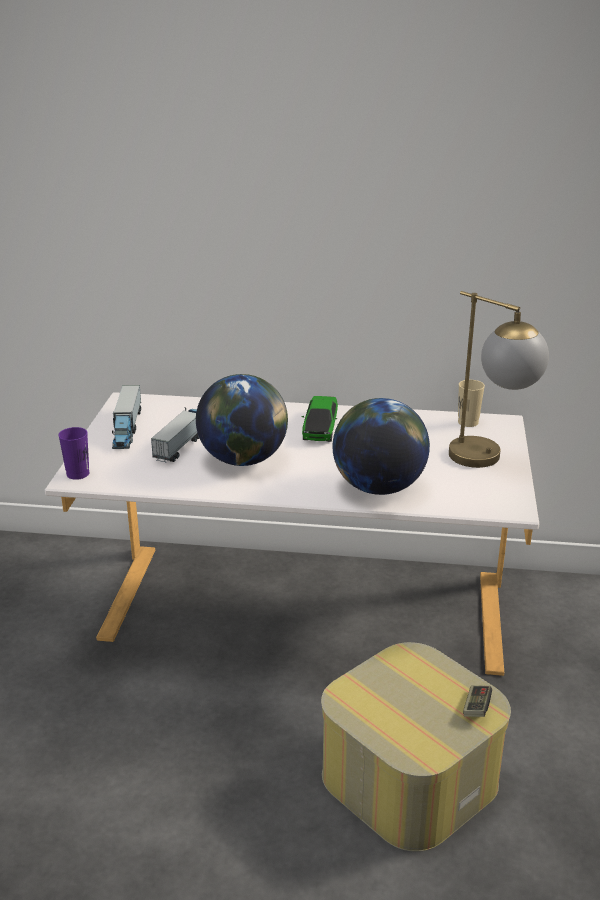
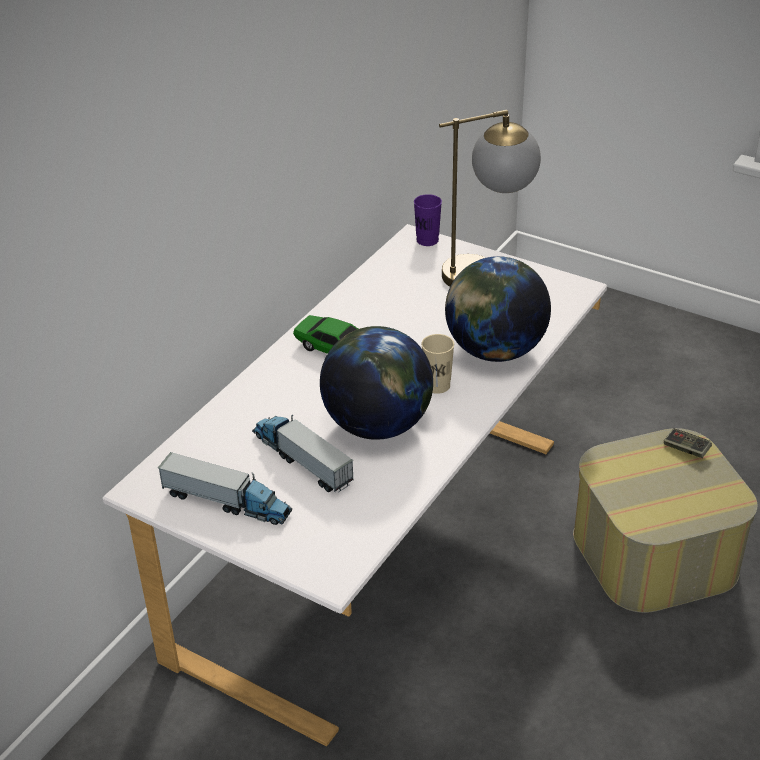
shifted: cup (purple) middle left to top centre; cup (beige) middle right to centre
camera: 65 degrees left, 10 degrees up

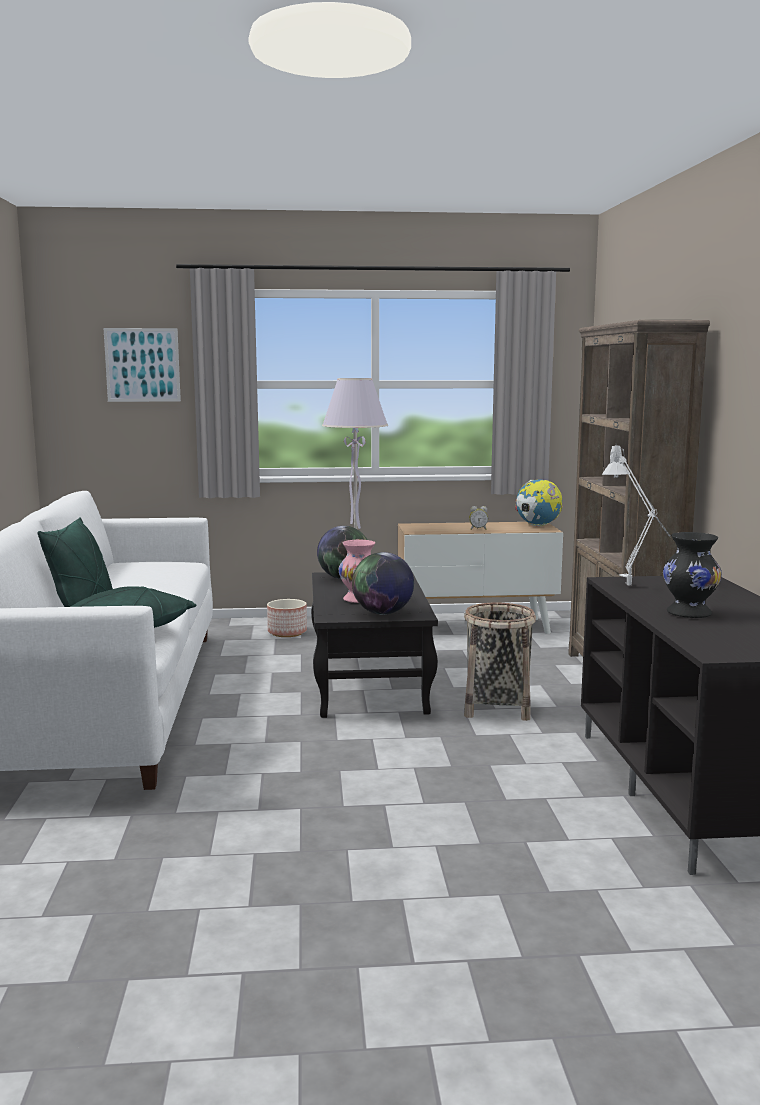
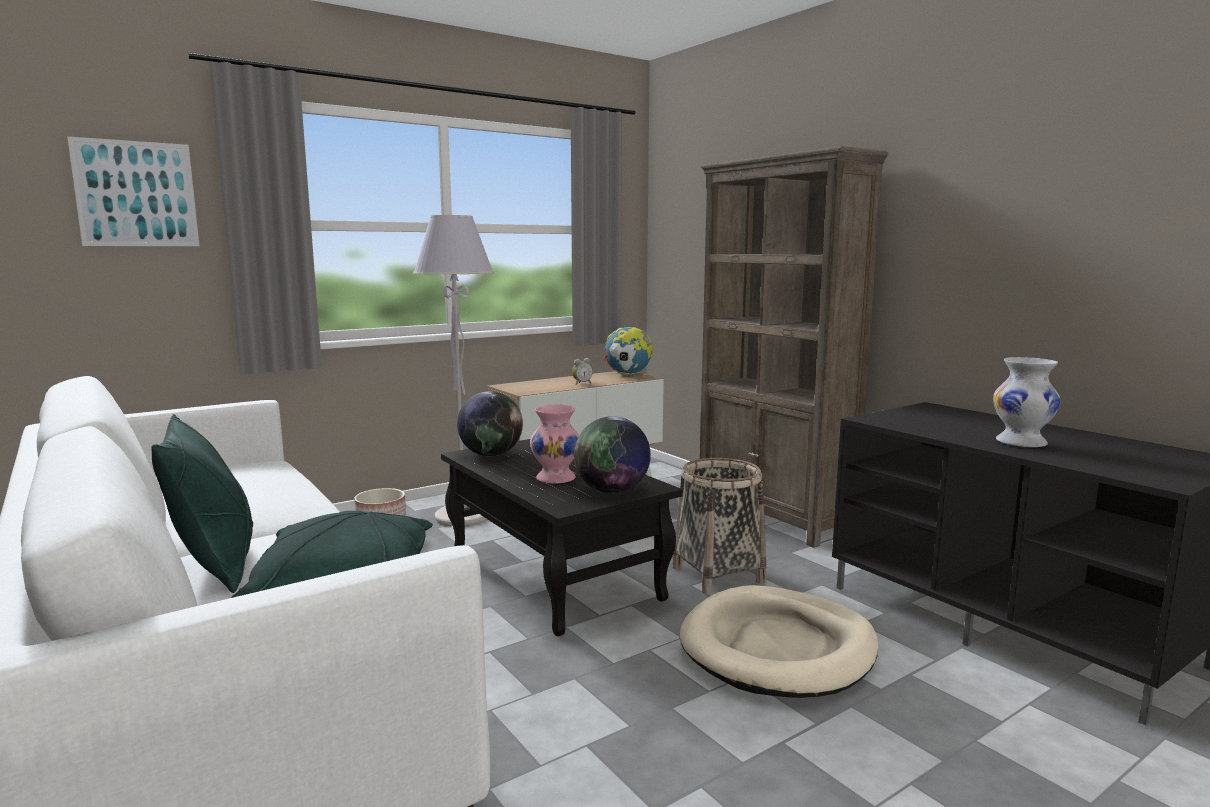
gone: table lamp (grey) middle right
new: dog bed (beige) bottom centre
repainted: vase (black) middle right to vase (white) middle right
camera: 30 degrees left, 0 degrees up

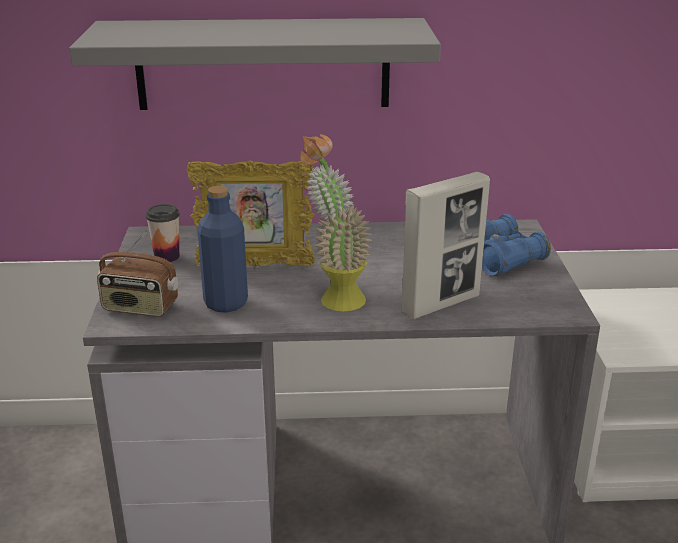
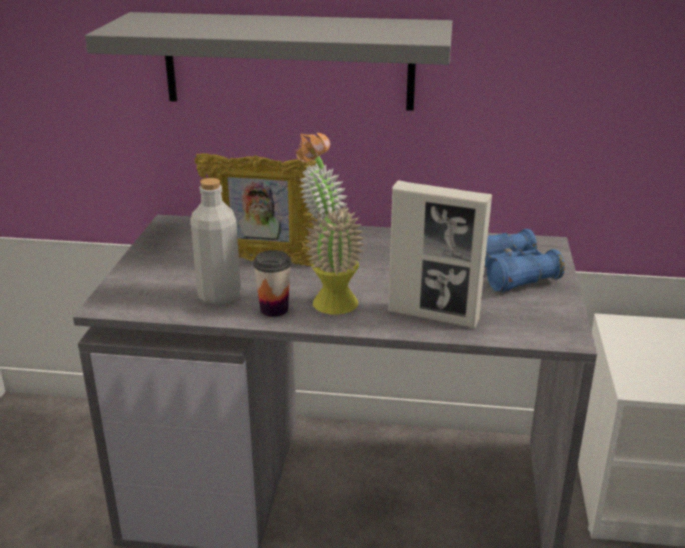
gone: radio middle left
shifted: cup middle left to centre
repainted: bottle (blue) middle left to bottle (grey) middle left
rotated: picture frame (no. 2 from left) centre = centre 45 degrees clockwise
camera: 10 degrees right, 0 degrees up

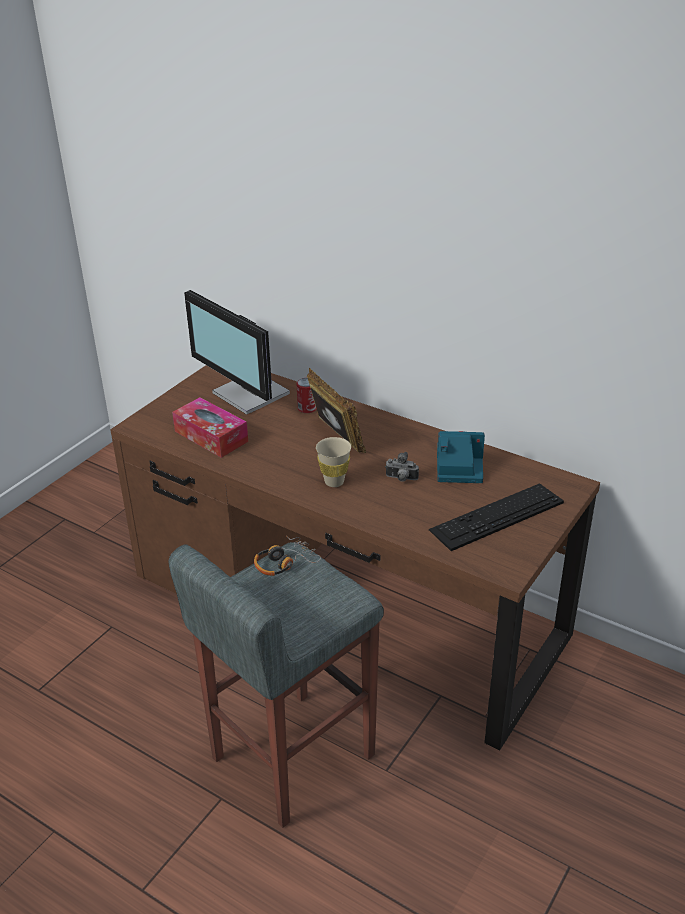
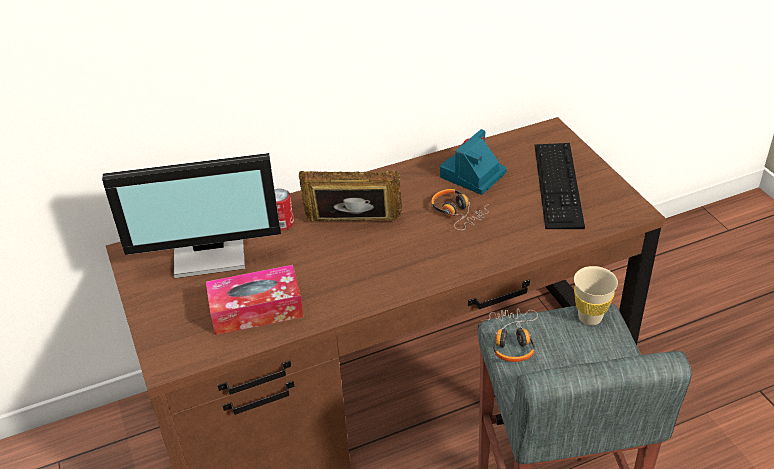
shifted: cup (beige) centre to middle right
swapped: photo camera (no. 1 from left) centre to headphones (no. 1 from left) centre
camera: 55 degrees left, 5 degrees up

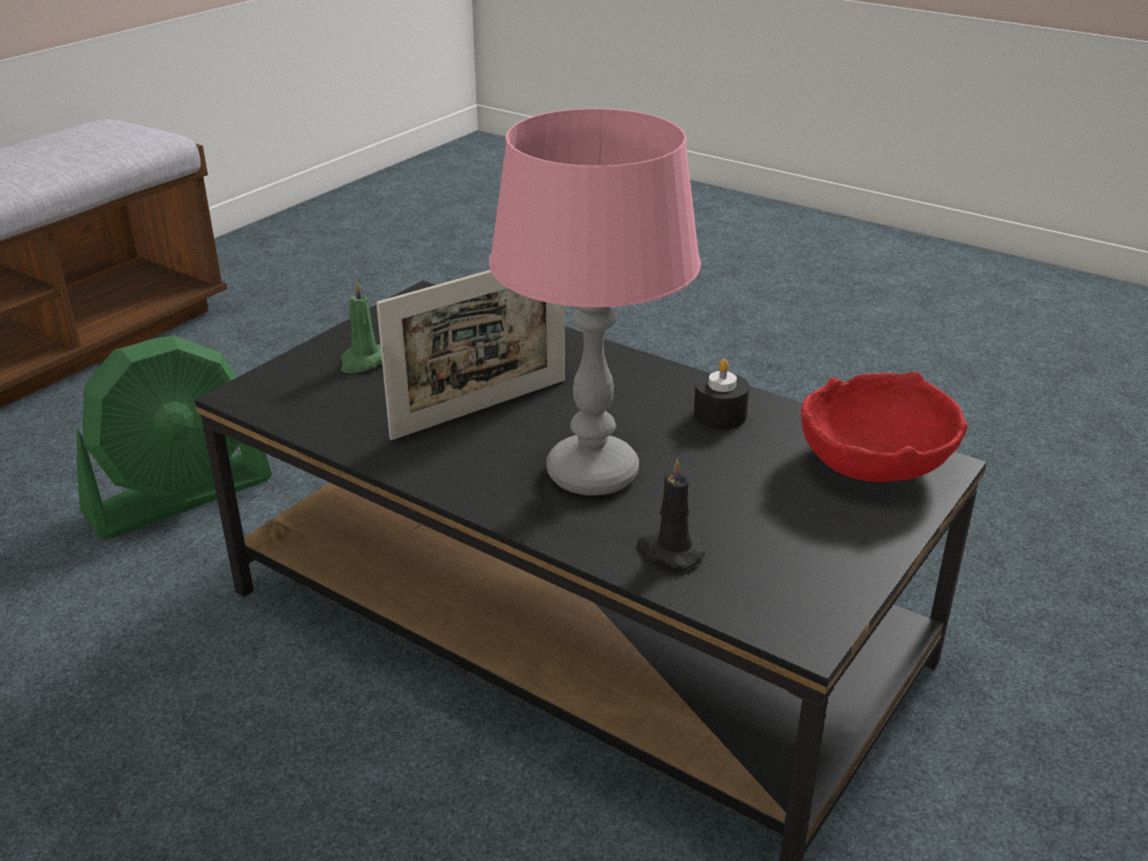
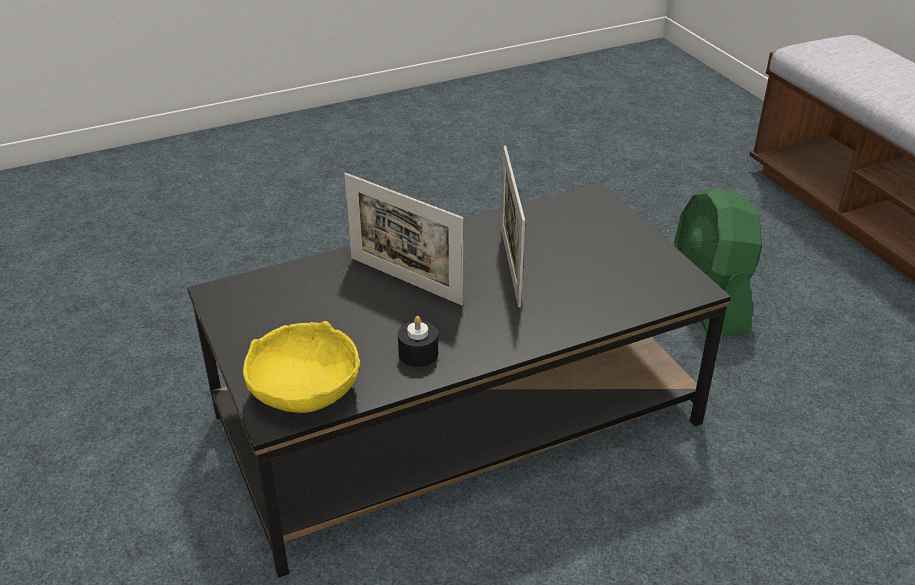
gone: candle (green) middle left; candle (black) (no. 1 from left) centre
swapped: table lamp (pink) centre to picture frame (no. 1 from left) centre
repainted: bowl (red) middle right to bowl (yellow) middle left
camera: 120 degrees right, 5 degrees up

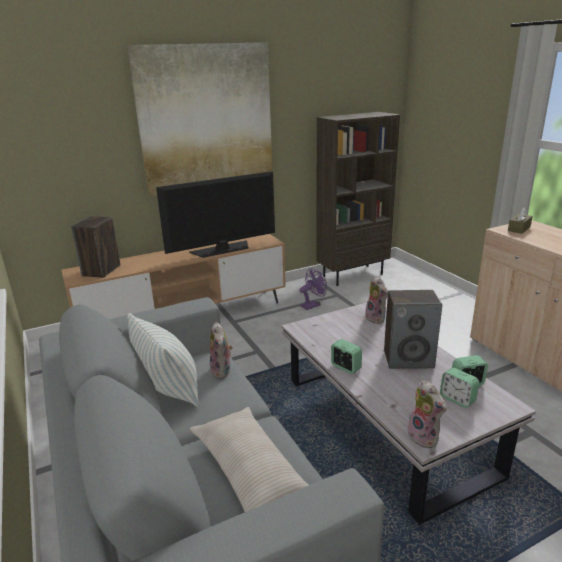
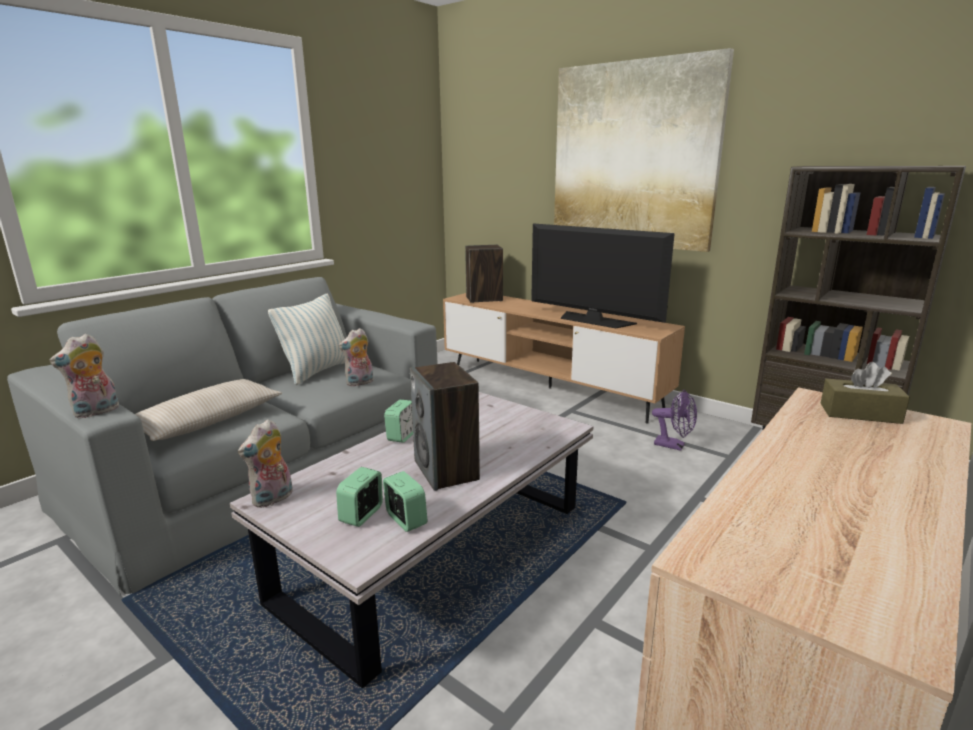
shifted: plush toy (no. 2 from left in the first image) middle right to plush toy (no. 1 from left) middle left
camera: 65 degrees right, 5 degrees down

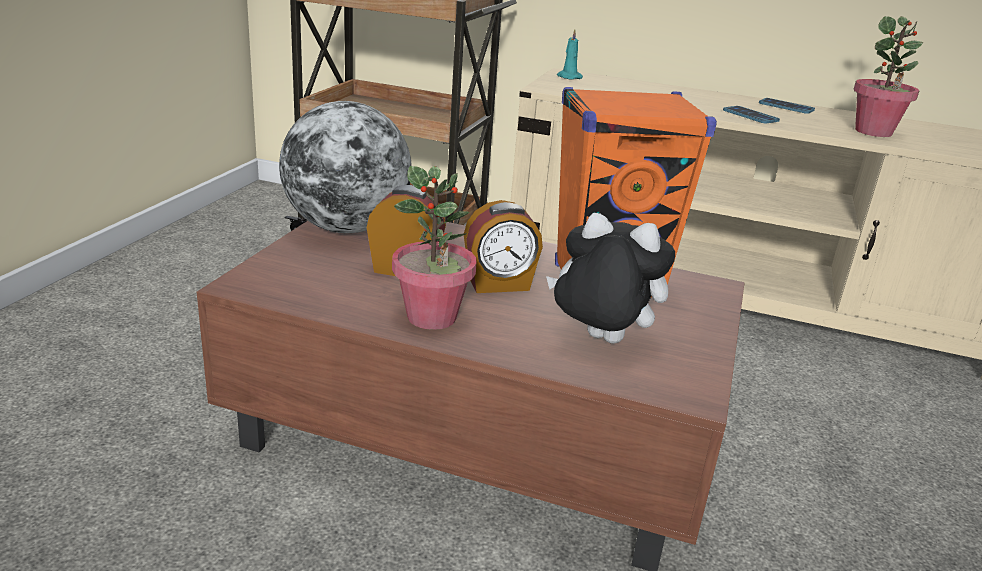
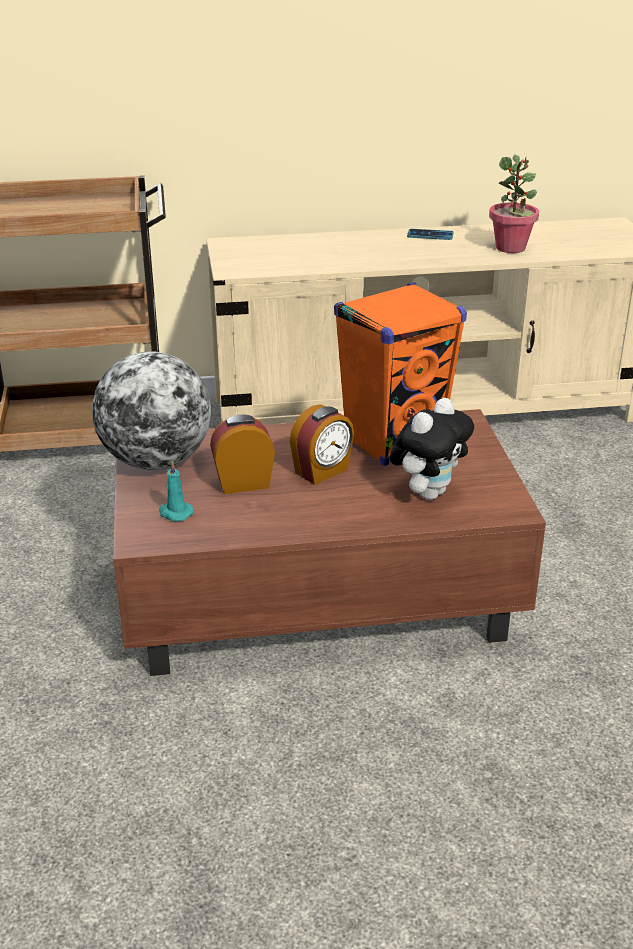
gone: potted plant (no. 1 from left) centre; phone (no. 1 from left) top right
shifted: candle (turquoise) top centre to middle left
rotated: plush toy centre = middle right 135 degrees clockwise
camera: 25 degrees left, 5 degrees up

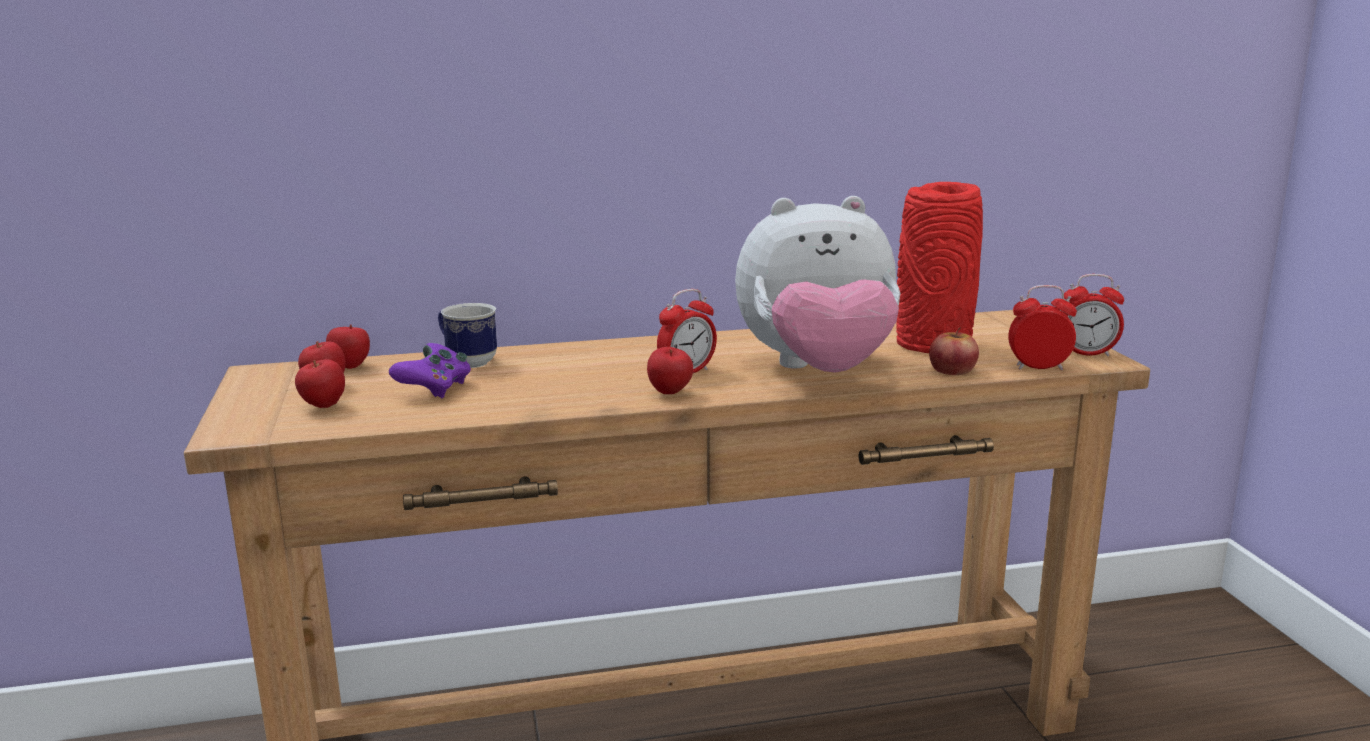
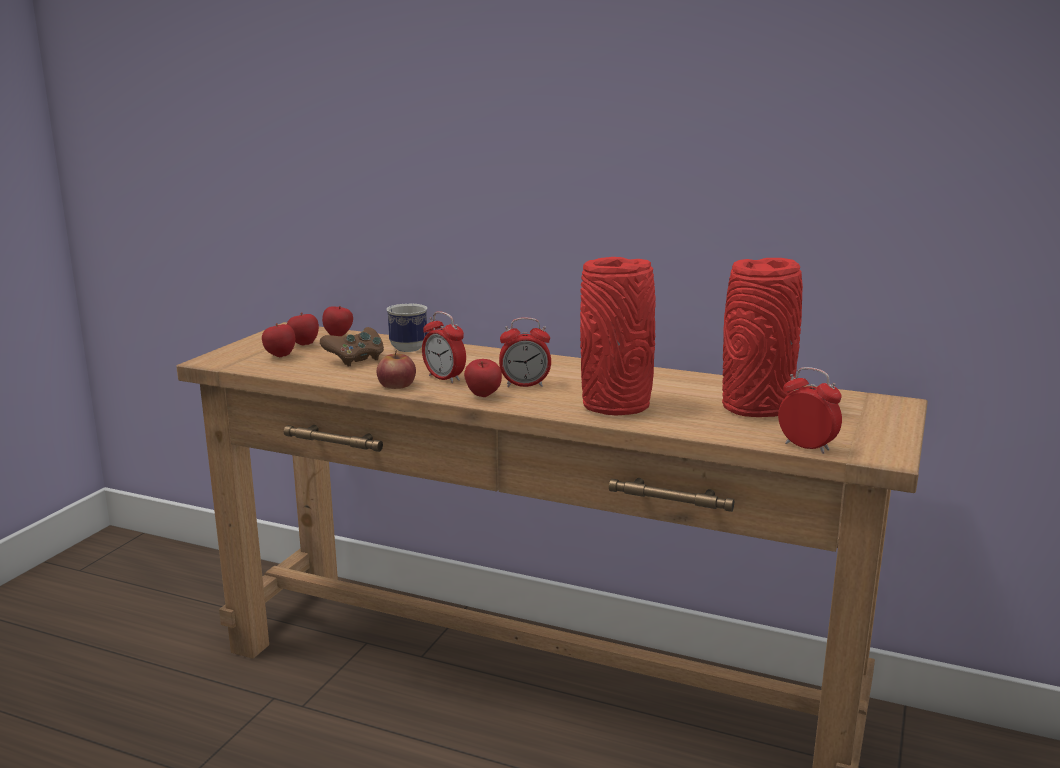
shifted: apple (no. 5 from left in the first image) middle right to apple (no. 4 from left) centre; alarm clock (no. 3 from left in the first image) middle right to alarm clock (no. 1 from left) centre
swapped: plush toy centre to vase (red) (no. 1 from left) centre
repainted: game controller (purple) middle left to game controller (brown) middle left
camera: 35 degrees right, 0 degrees up

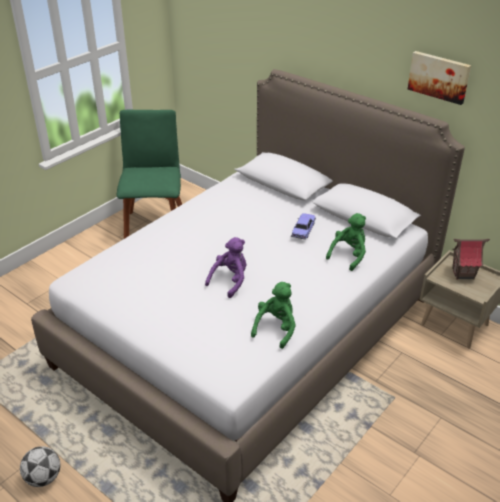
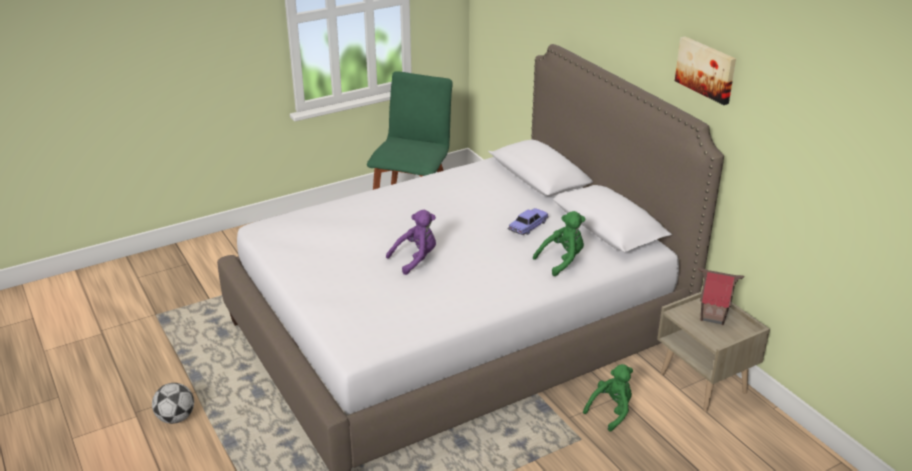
shifted: plush toy (green) (no. 1 from left in the first image) centre to plush toy (green) (no. 2 from left) bottom right
camera: 20 degrees right, 5 degrees down

